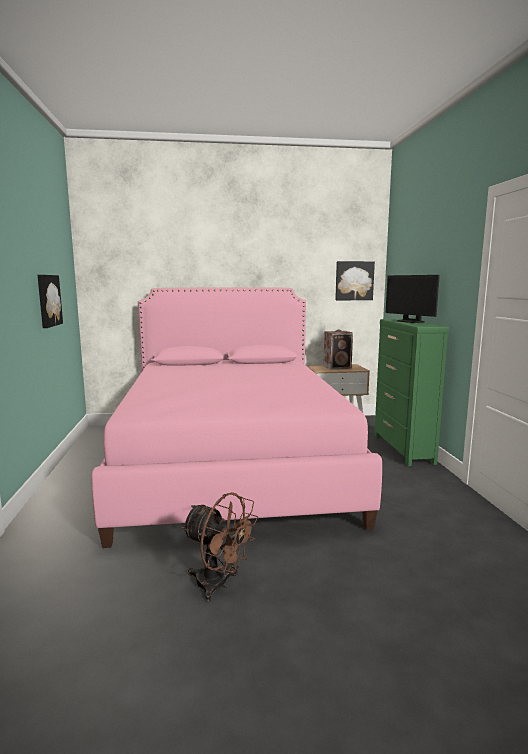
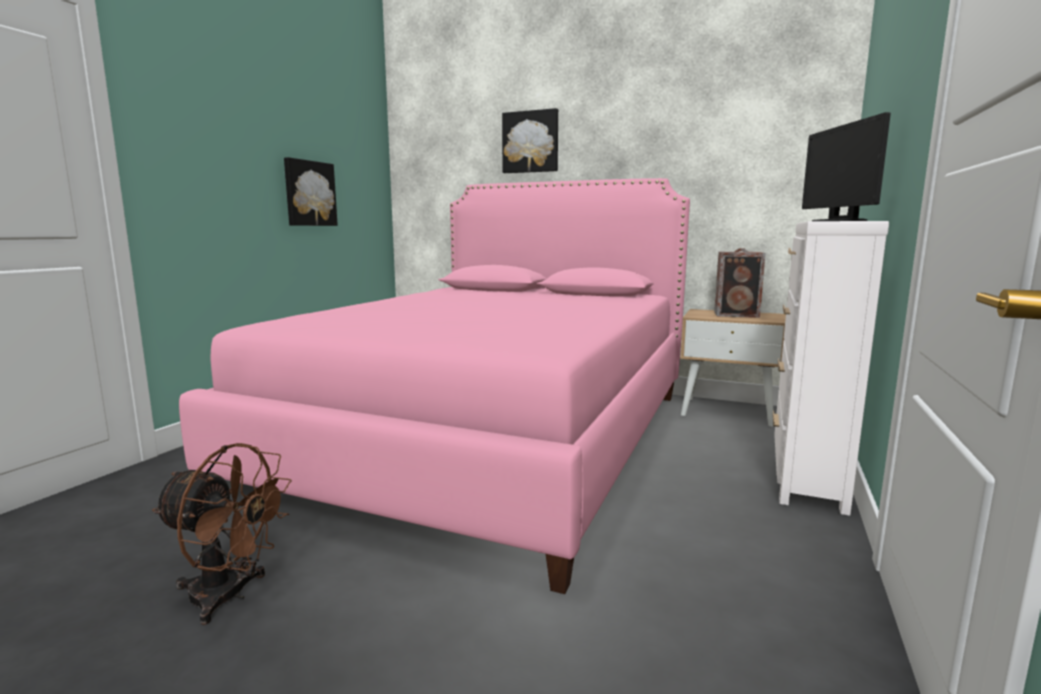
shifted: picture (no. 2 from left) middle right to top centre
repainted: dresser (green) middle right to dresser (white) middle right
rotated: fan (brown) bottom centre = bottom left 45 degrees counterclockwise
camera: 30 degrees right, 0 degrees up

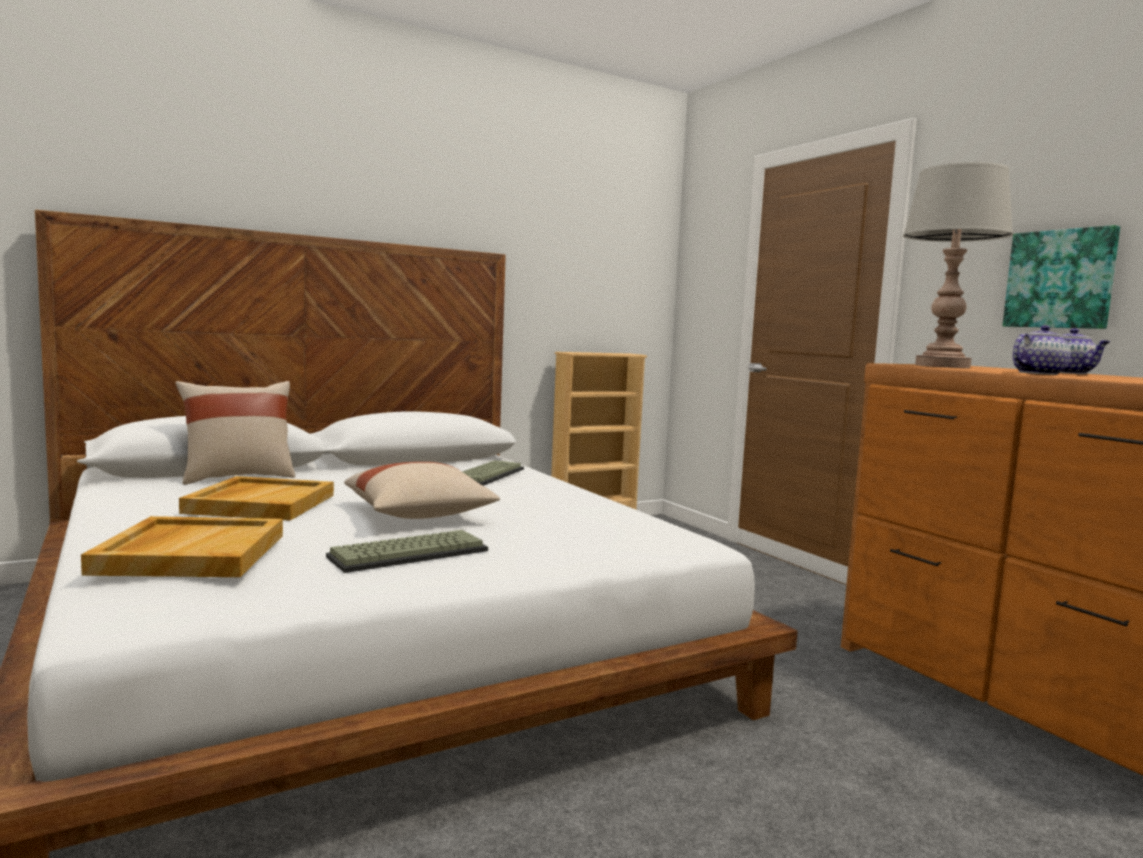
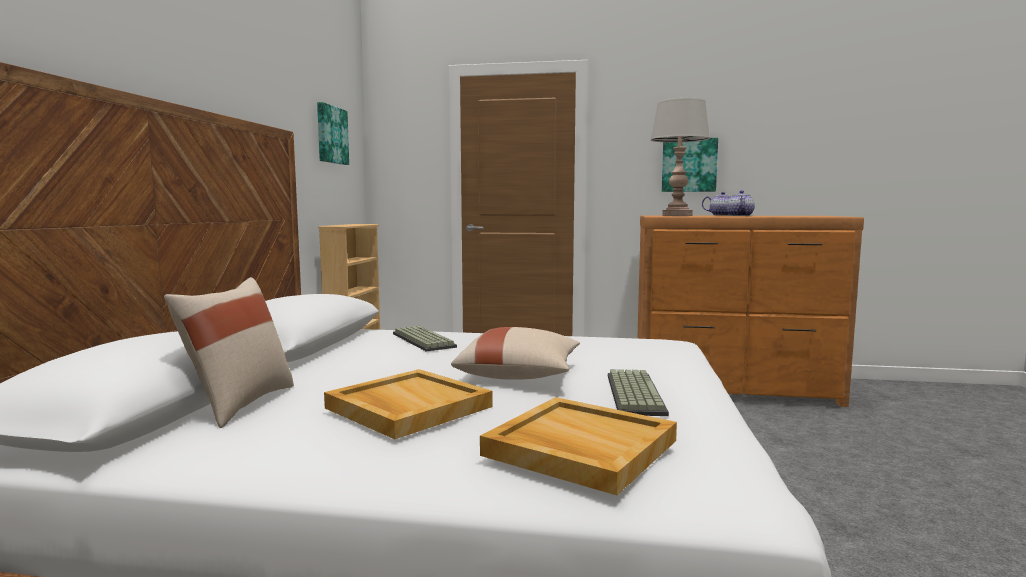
new: picture (no. 1 from left) top left
camera: 50 degrees left, 0 degrees up

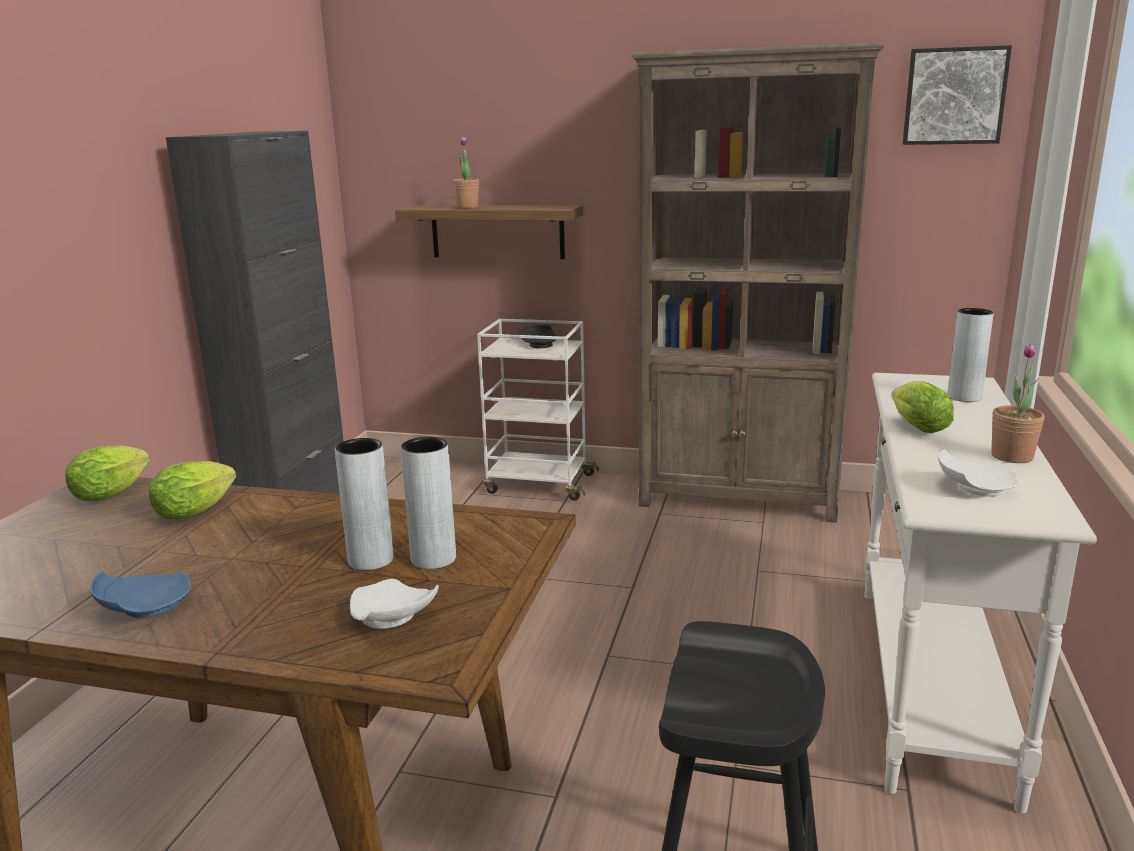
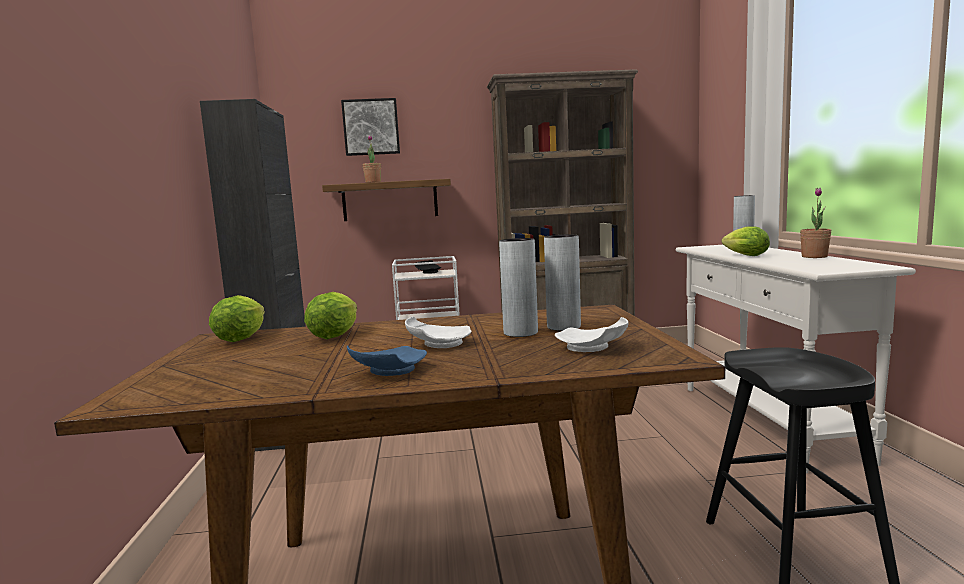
shifted: picture top right to top centre; plate (white) (no. 2 from left in the first image) middle right to plate (white) (no. 1 from left) centre
camera: 20 degrees left, 10 degrees down

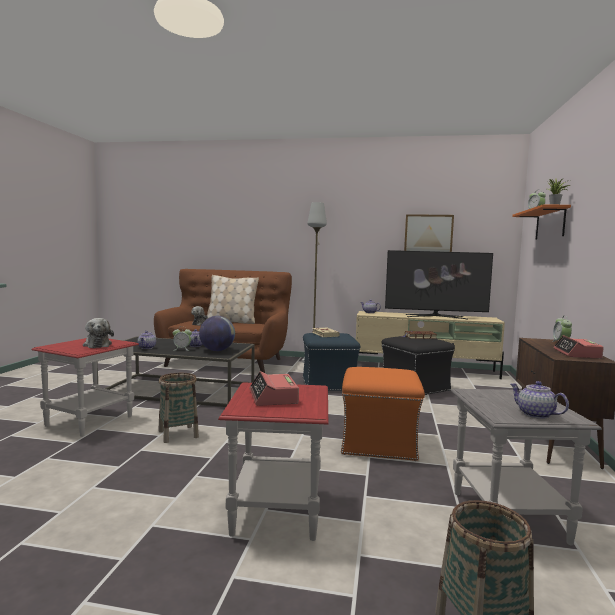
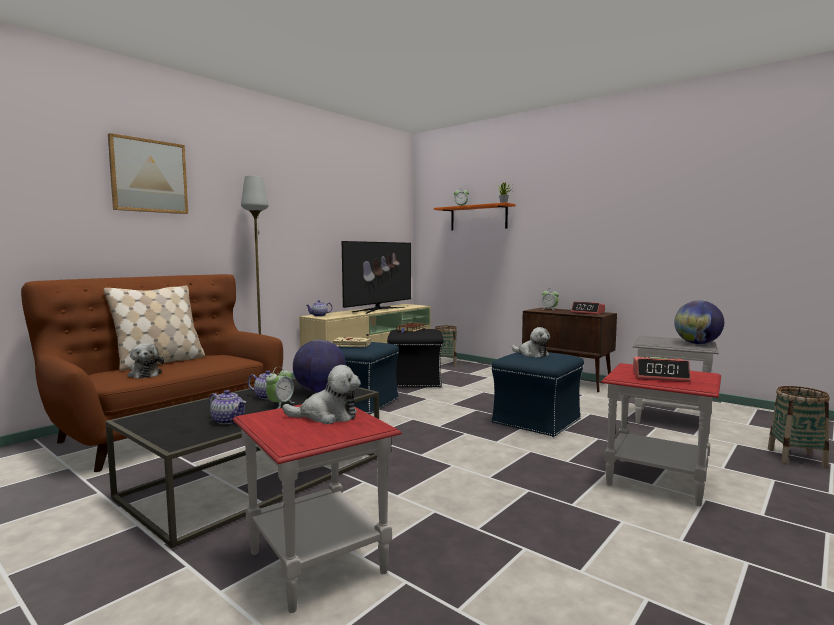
new: plush toy (no. 3 from left) centre
shifted: basket (no. 1 from left) middle left to centre; picture middle right to top left
swapped: teapot (no. 4 from left) middle right to globe (no. 2 from left) middle right
repainted: ottoman (orange) bottom centre to ottoman (blue) (no. 2 from left) centre
camera: 60 degrees left, 0 degrees up

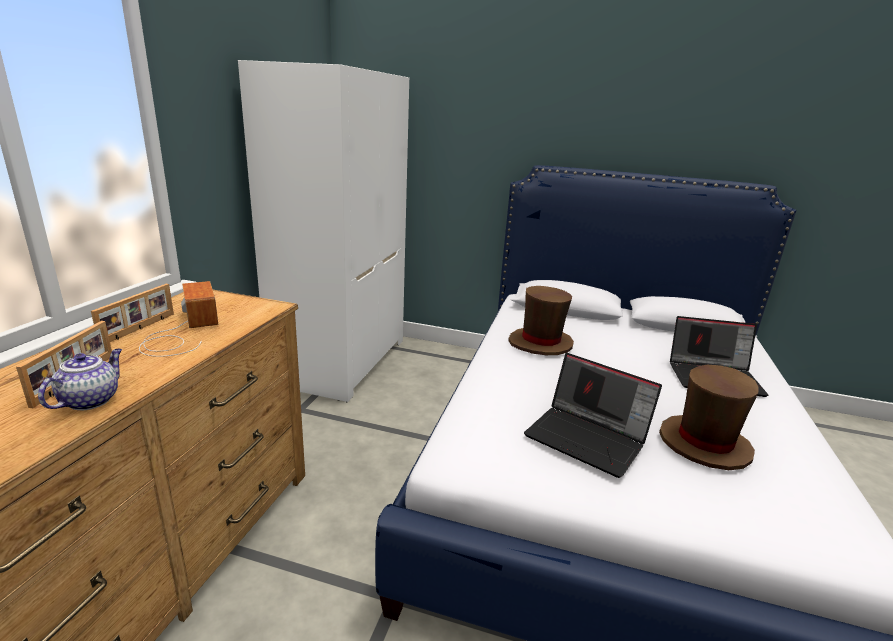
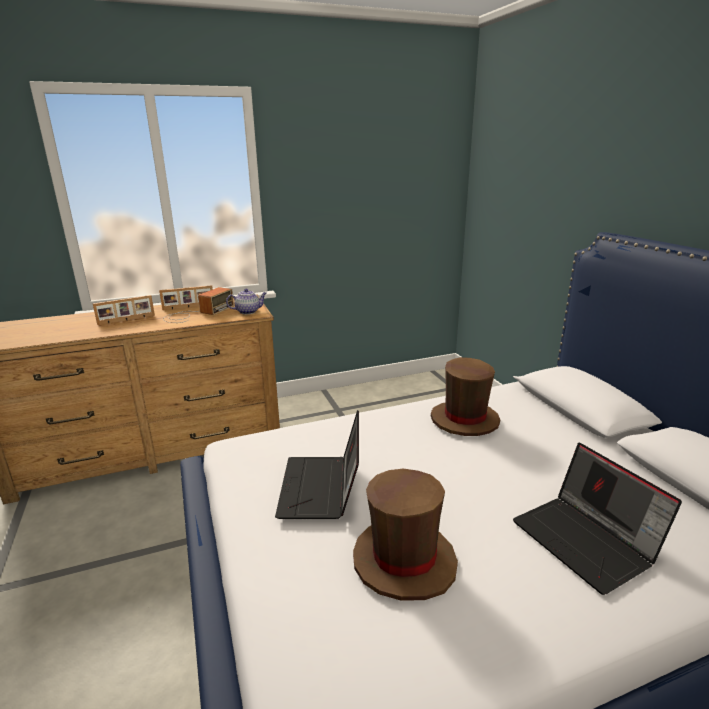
gone: wardrobe (white) centre
shifted: teapot middle left to centre
camera: 55 degrees right, 0 degrees up

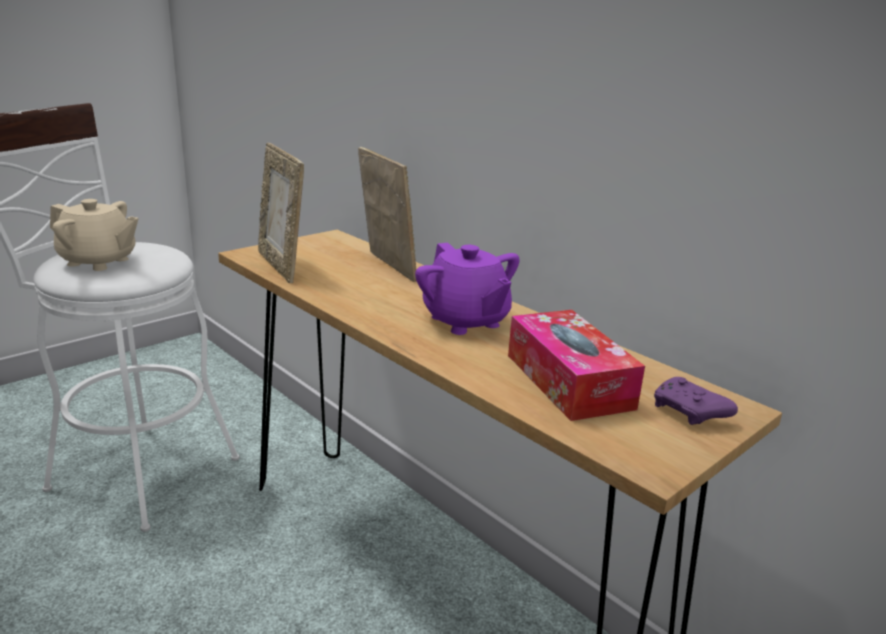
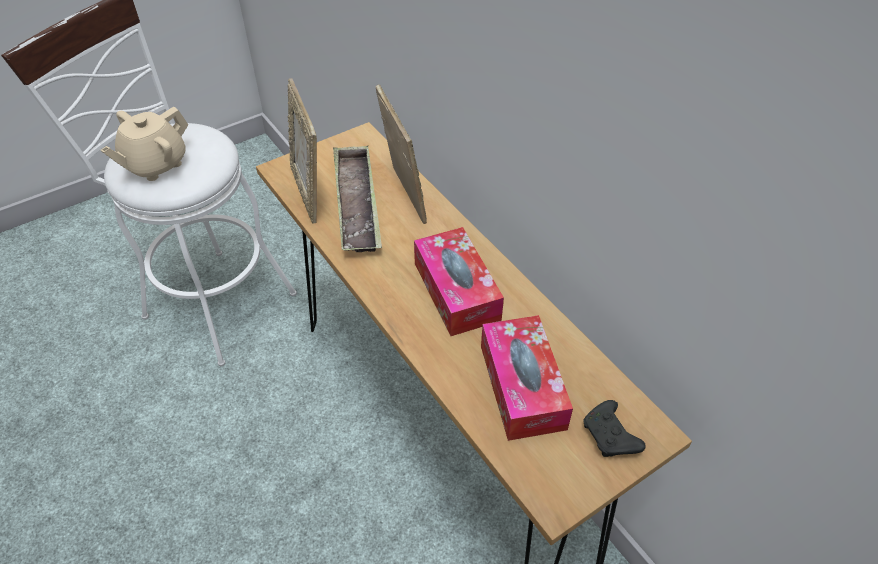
new: tray centre
swapped: teapot (purple) centre to tissue box (no. 1 from left) centre
repainted: game controller (purple) middle right to game controller (black) bottom right
rotated: teapot (beige) middle left = top left 105 degrees clockwise
camera: 10 degrees right, 25 degrees up

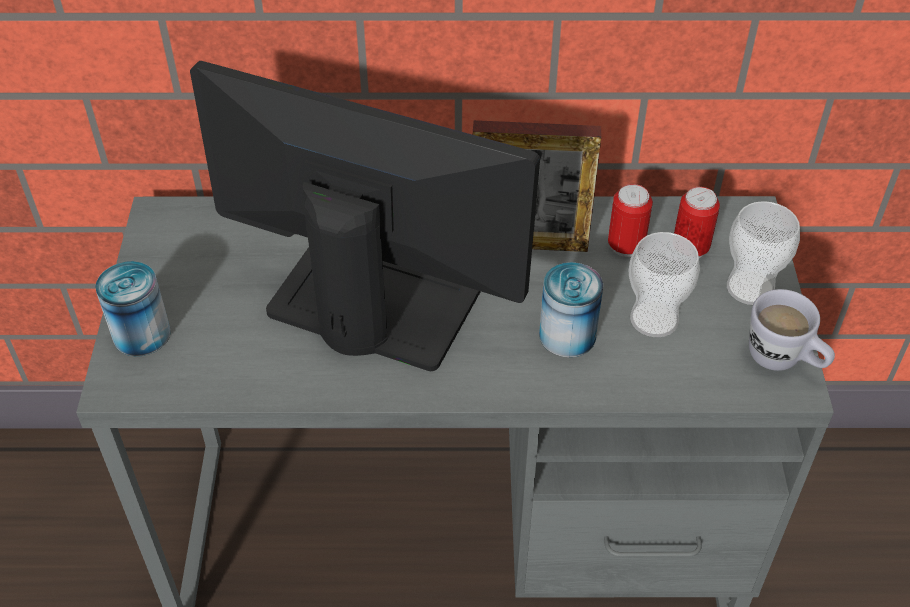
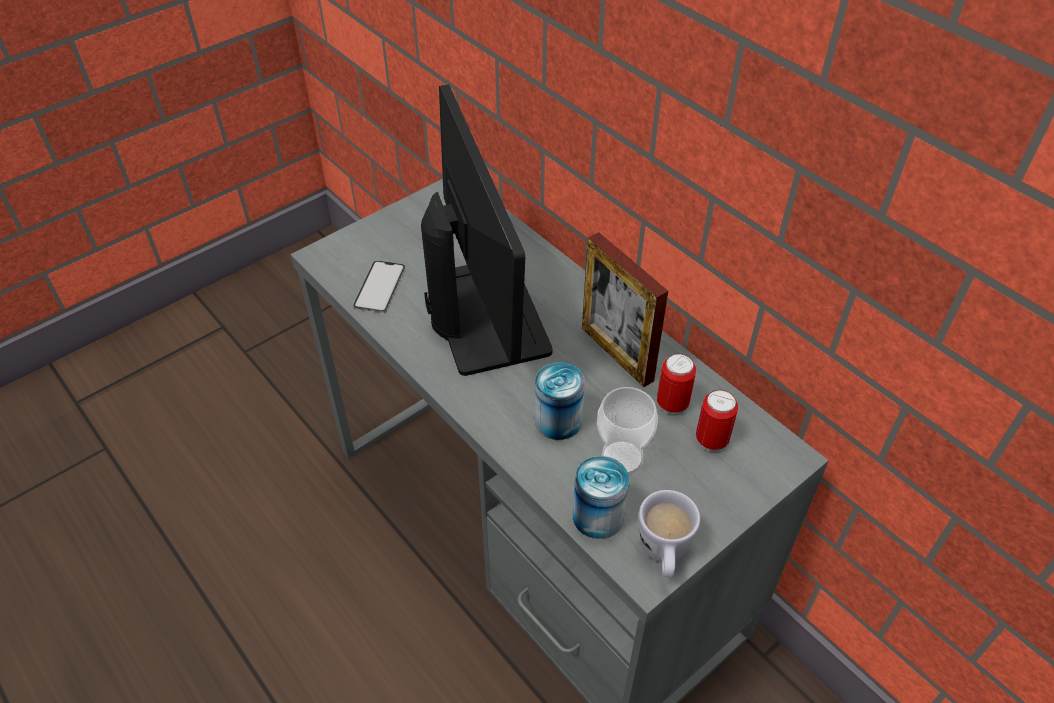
gone: cup (no. 2 from left) middle right
new: phone centre
shifted: can (no. 1 from left in the first image) middle left to can (no. 2 from left) bottom centre
camera: 50 degrees right, 0 degrees up

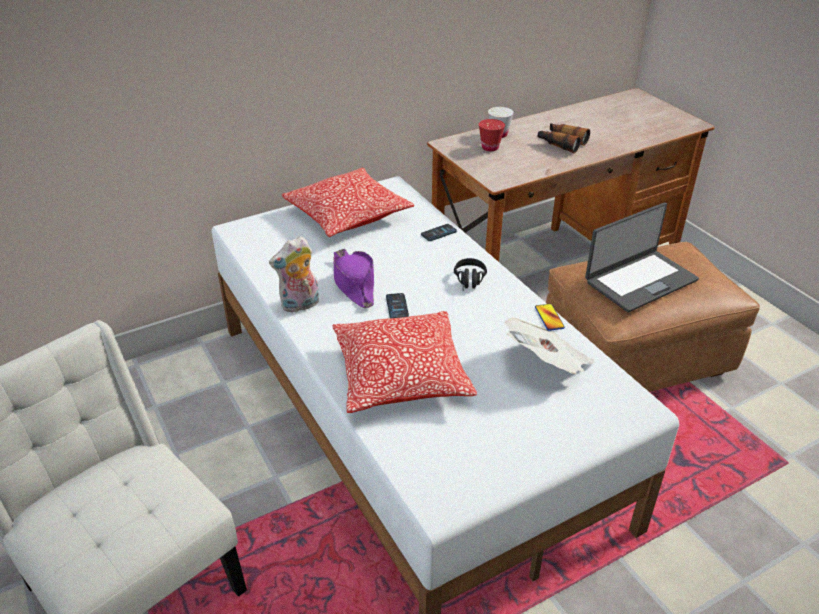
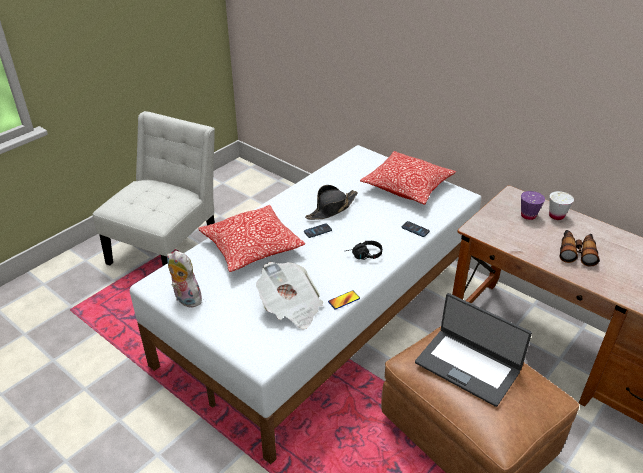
shifted: plush toy centre to middle left
repainted: hat (purple) centre to hat (black) centre; cup (red) top centre to cup (purple) middle right
camera: 70 degrees right, 0 degrees up

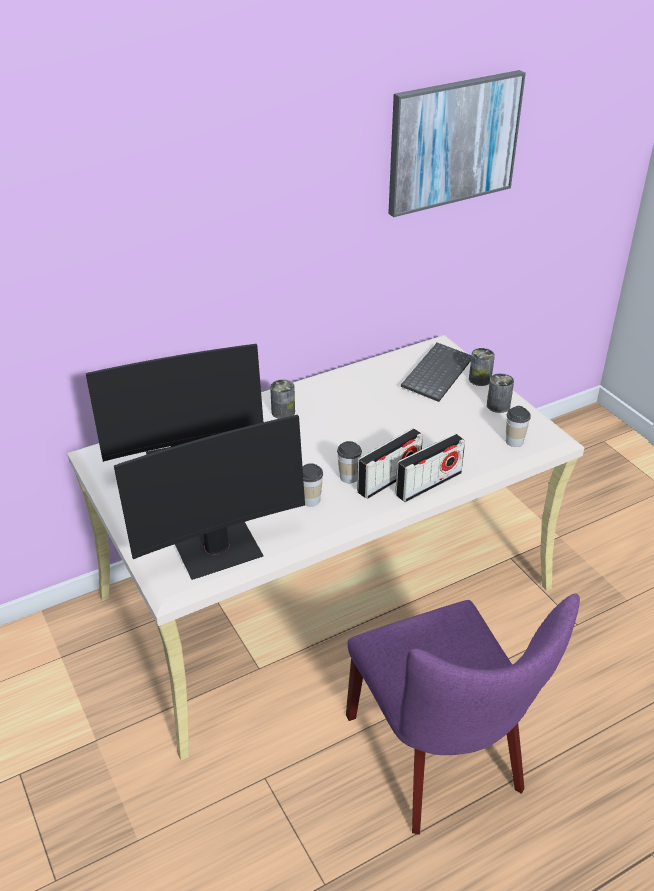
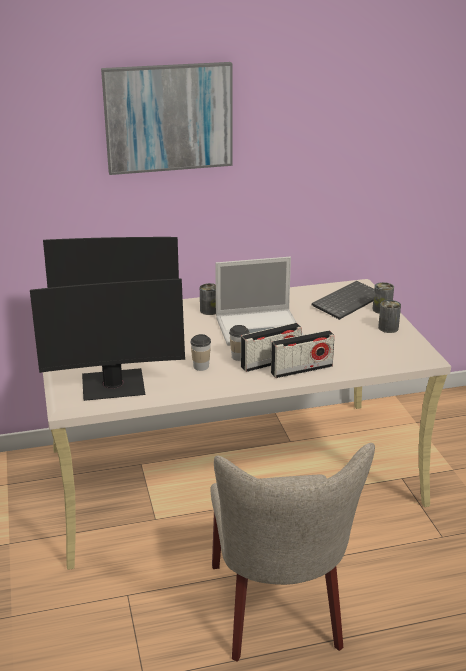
gone: cup (no. 3 from left) middle right
new: laptop centre
shifted: picture top right to top centre
repainted: chair (purple) bottom right to chair (beige) bottom centre
camera: 15 degrees right, 10 degrees down

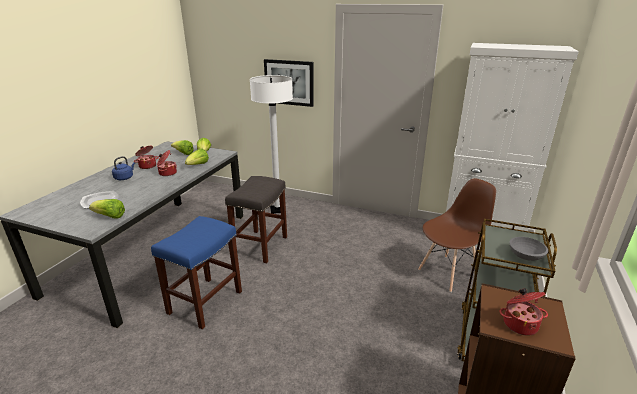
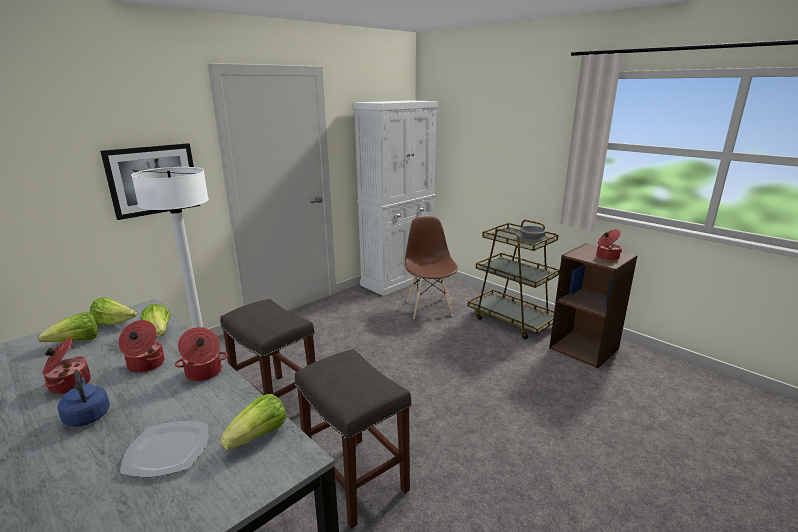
new: cooking pot (no. 3 from left) middle left
repainted: stool (blue) bottom left to stool (grey) (no. 2 from left) bottom centre
camera: 65 degrees left, 5 degrees down

